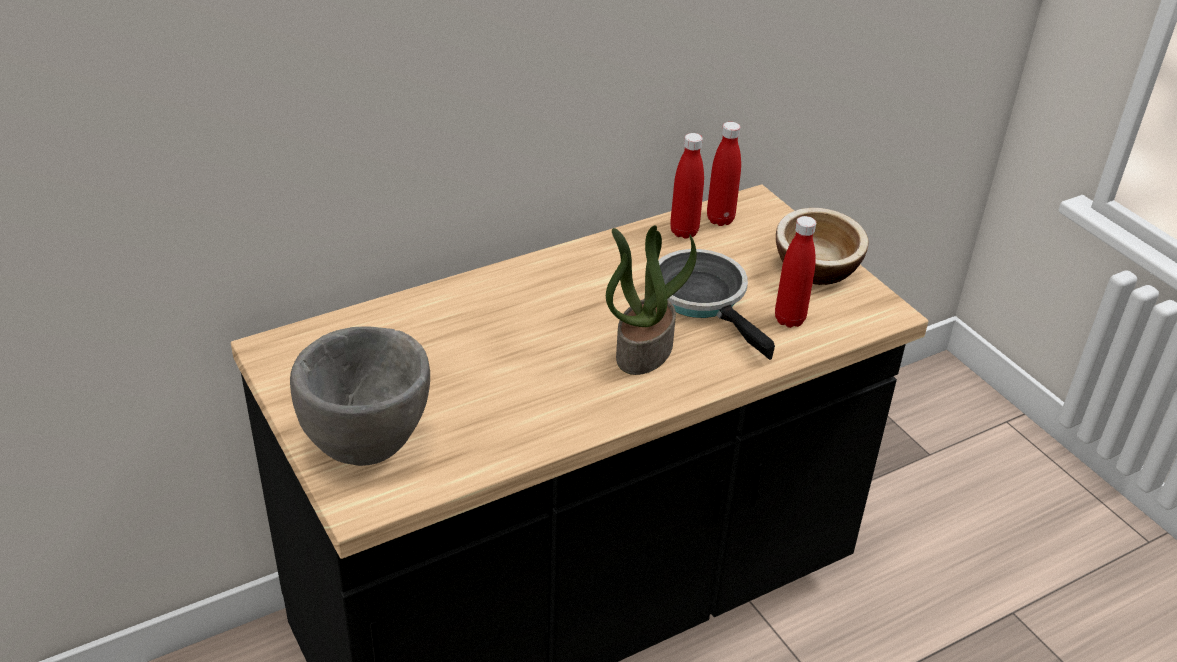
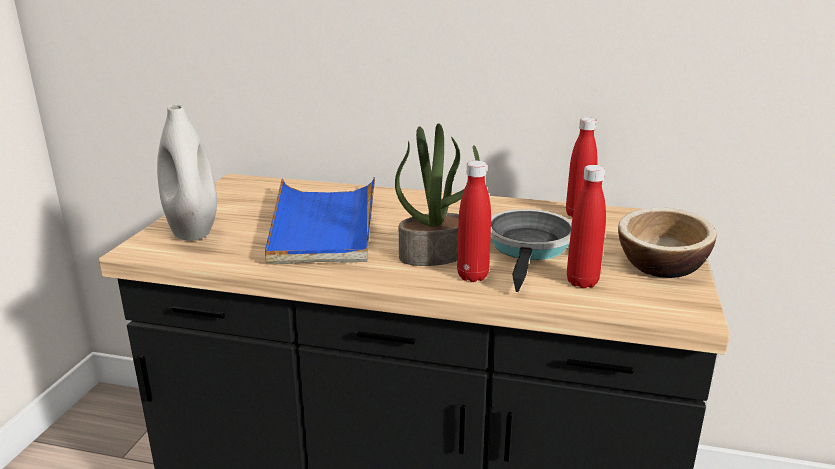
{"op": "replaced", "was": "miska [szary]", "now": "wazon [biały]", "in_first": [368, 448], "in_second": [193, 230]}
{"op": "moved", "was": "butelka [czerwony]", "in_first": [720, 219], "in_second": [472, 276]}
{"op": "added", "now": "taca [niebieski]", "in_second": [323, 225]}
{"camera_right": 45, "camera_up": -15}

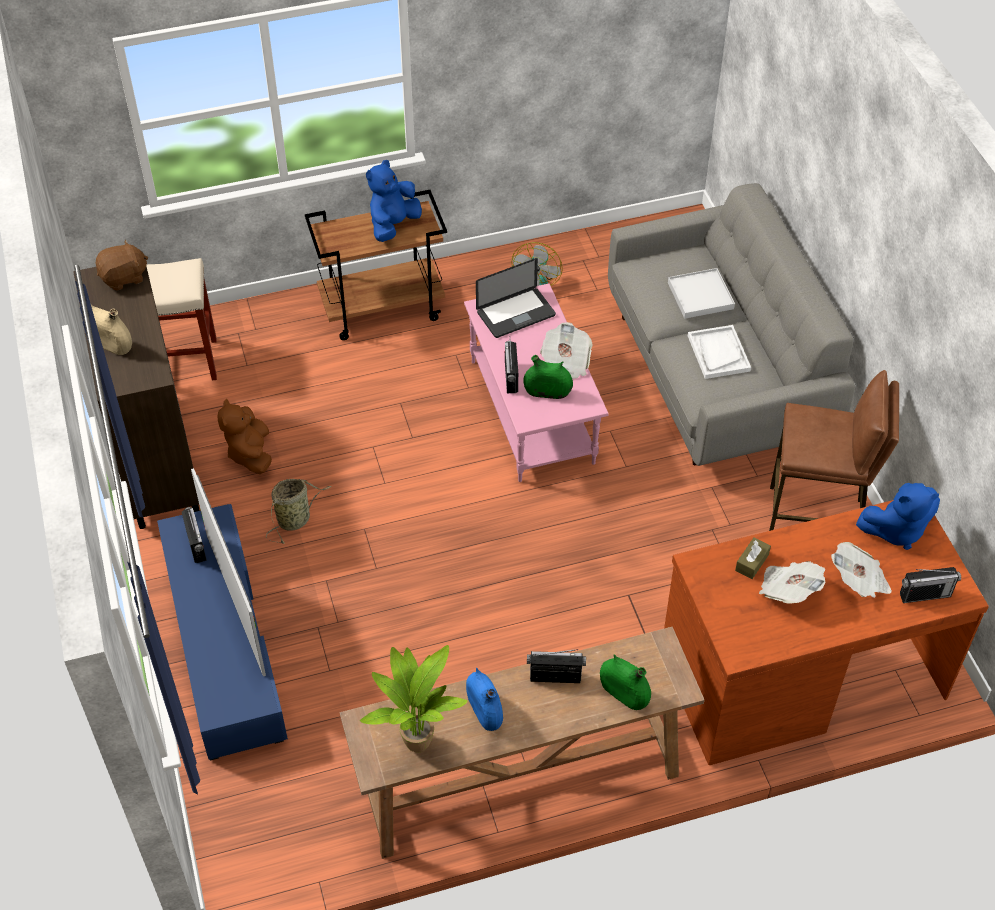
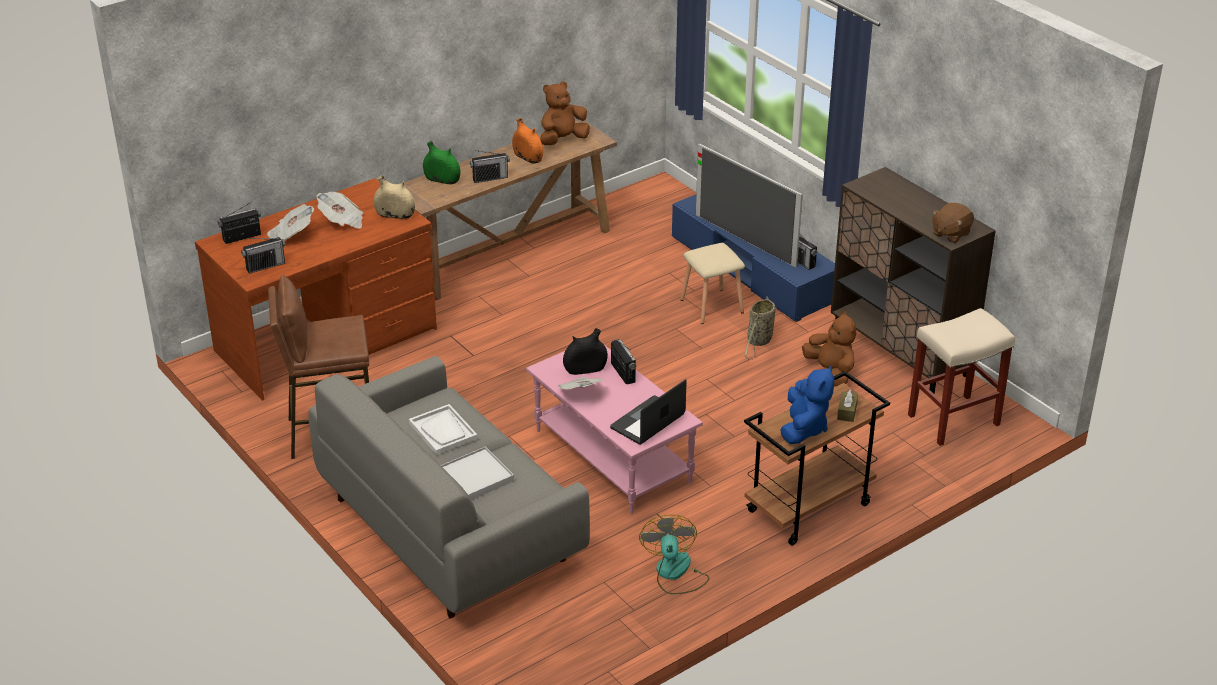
{"op": "moved", "was": "wazon [beżowy]", "in_first": [111, 344], "in_second": [395, 215]}
{"op": "replaced", "was": "roślina doniczkowa", "now": "pluszak [brązowy]", "in_first": [416, 740], "in_second": [562, 140]}
{"op": "recoloured", "was": "wazon [niebieski]", "now": "wazon [pomarańczowy]", "in_first": [484, 710], "in_second": [527, 157]}
{"op": "recoloured", "was": "wazon [zielony]", "now": "wazon [czarny]", "in_first": [547, 392], "in_second": [585, 369]}
{"op": "moved", "was": "pudełko chusteczek [brązowy]", "in_first": [752, 562], "in_second": [847, 411]}
{"op": "replaced", "was": "pluszak [niebieski]", "now": "radio", "in_first": [896, 530], "in_second": [265, 266]}
{"op": "added", "now": "stołek [beżowy]", "in_second": [713, 306]}
{"camera_right": 160, "camera_up": -15}

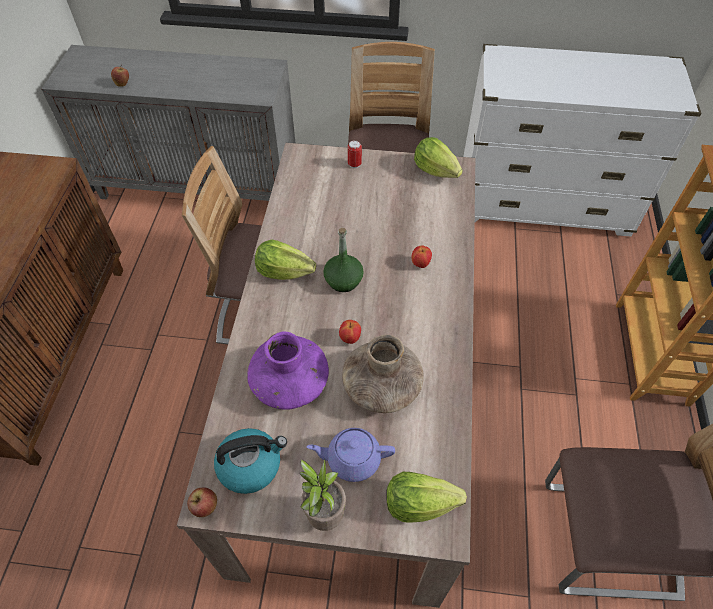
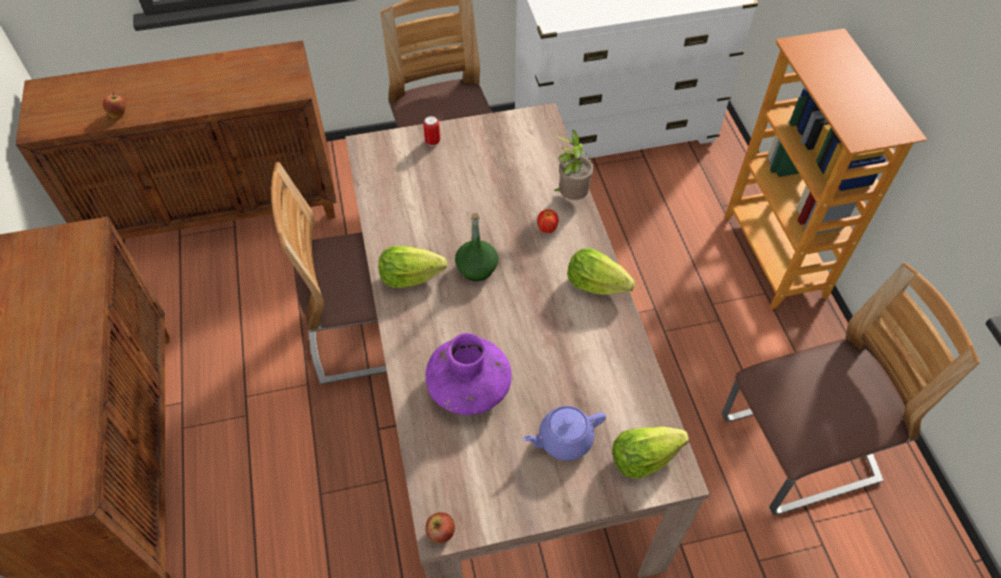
{"op": "recoloured", "was": "szafka [szary]", "now": "szafka [brązowy]", "in_first": [200, 186], "in_second": [219, 210]}
{"op": "removed", "was": "czajnik", "in_first": [251, 465]}
{"op": "moved", "was": "roślina doniczkowa", "in_first": [324, 514], "in_second": [571, 196]}
{"op": "removed", "was": "jabłko", "in_first": [350, 338]}
{"op": "removed", "was": "wazon [brązowy]", "in_first": [382, 386]}
{"op": "moved", "was": "sałata", "in_first": [435, 170], "in_second": [596, 284]}
{"camera_right": -20, "camera_up": 0}

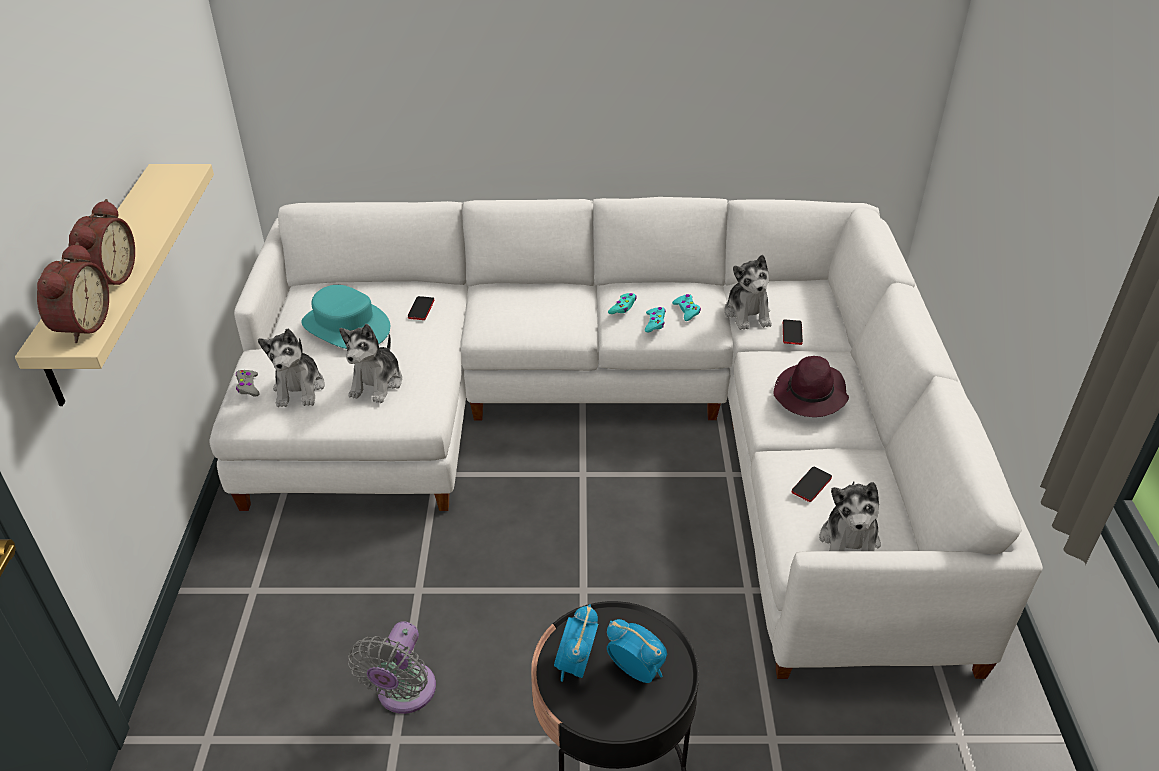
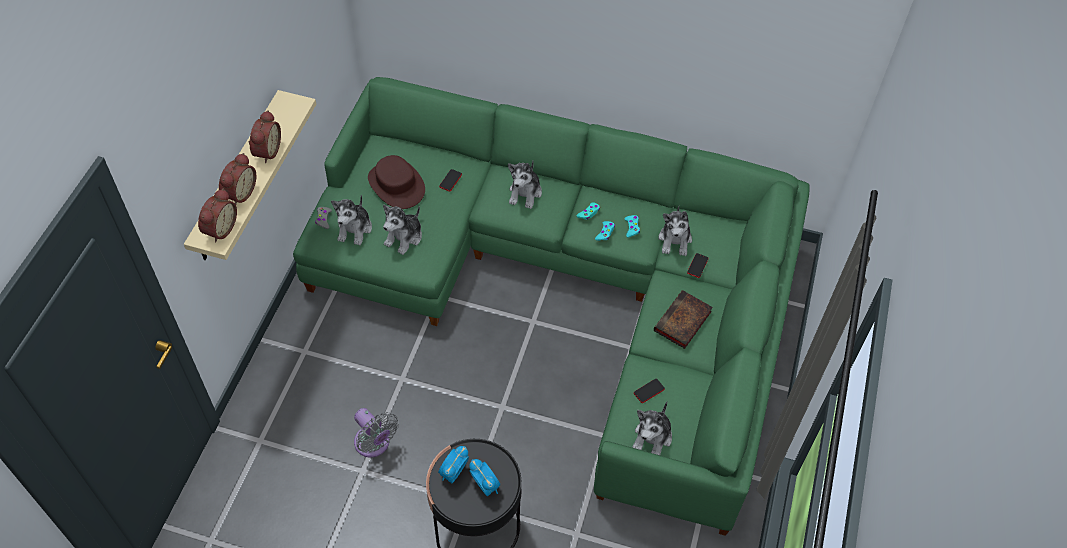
{"op": "recoloured", "was": "kanapa [biały]", "now": "kanapa [zielony]", "in_first": [616, 425], "in_second": [570, 288]}
{"op": "recoloured", "was": "kapelusz [turkusowy]", "now": "kapelusz [brązowy]", "in_first": [345, 327], "in_second": [396, 185]}
{"op": "turned", "was": "wentylator [szary]", "in_first": [403, 694], "in_second": [374, 444], "clockwise": -75}
{"op": "replaced", "was": "kapelusz [fioletowy]", "now": "książka", "in_first": [810, 395], "in_second": [682, 322]}
{"op": "added", "now": "budzik", "in_second": [266, 151]}
{"op": "added", "now": "pluszak", "in_second": [525, 193]}
{"camera_right": 15, "camera_up": 15}

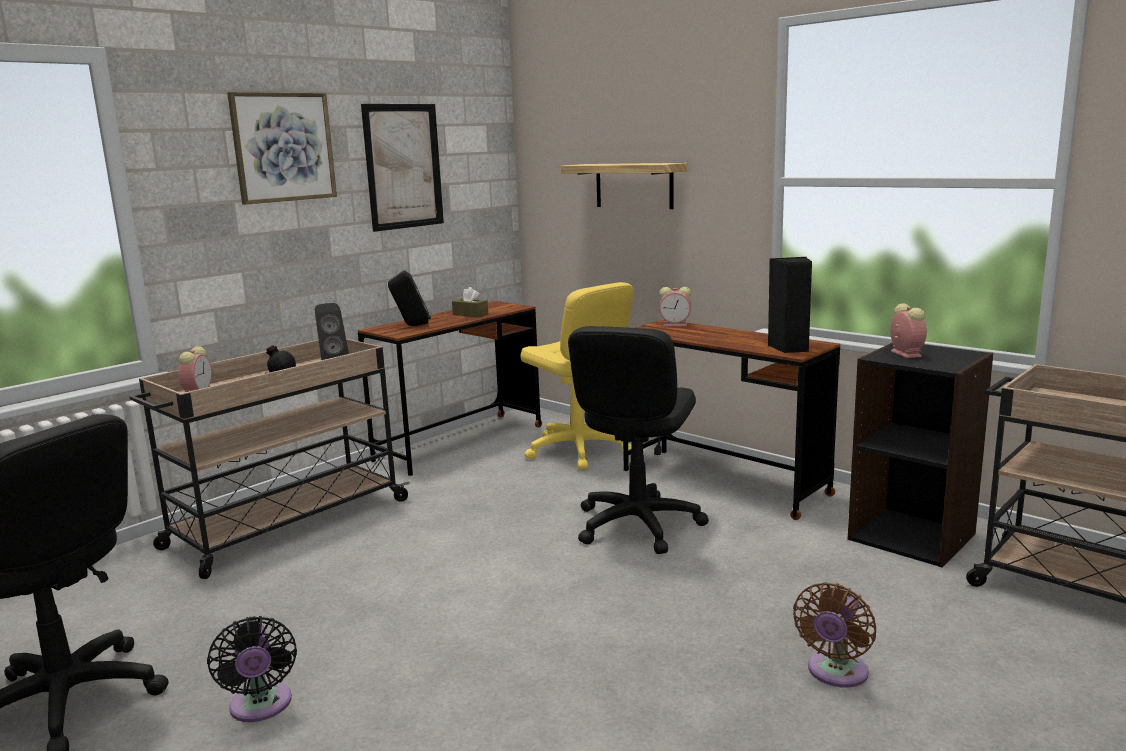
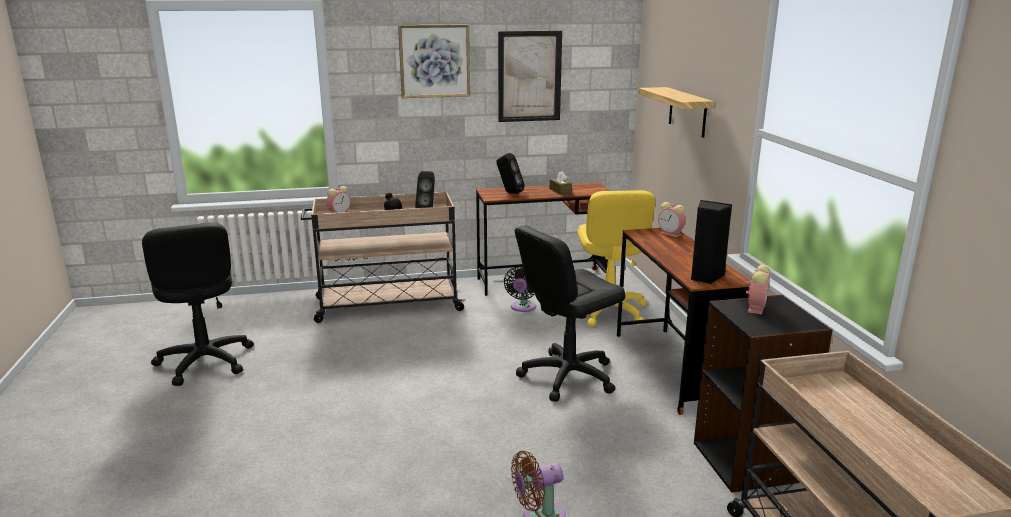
{"op": "moved", "was": "wentylator [czarny]", "in_first": [261, 707], "in_second": [522, 308]}
{"camera_right": 35, "camera_up": 5}

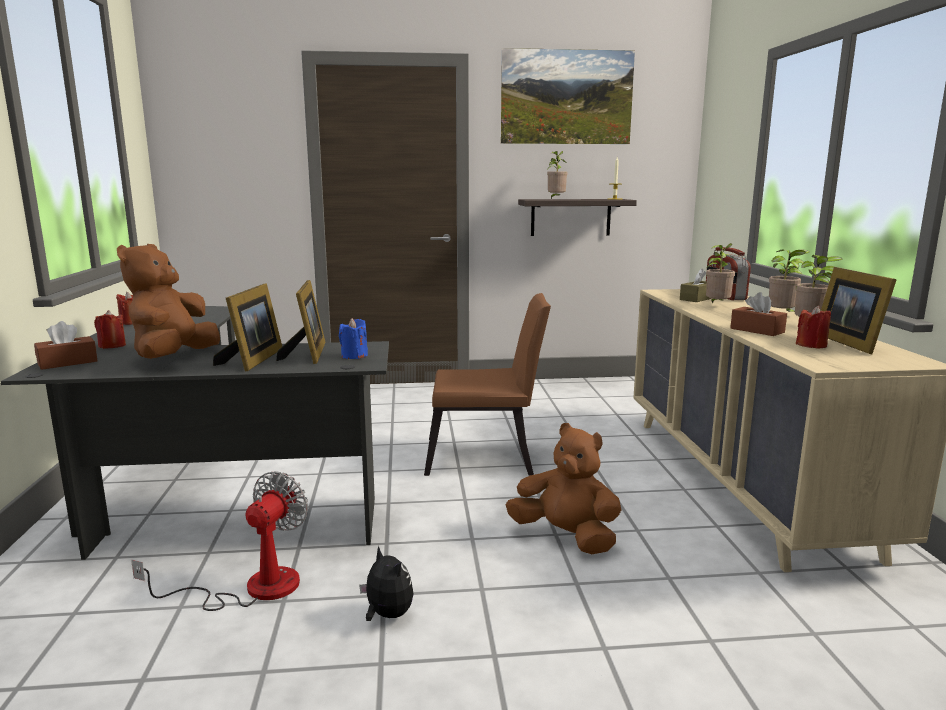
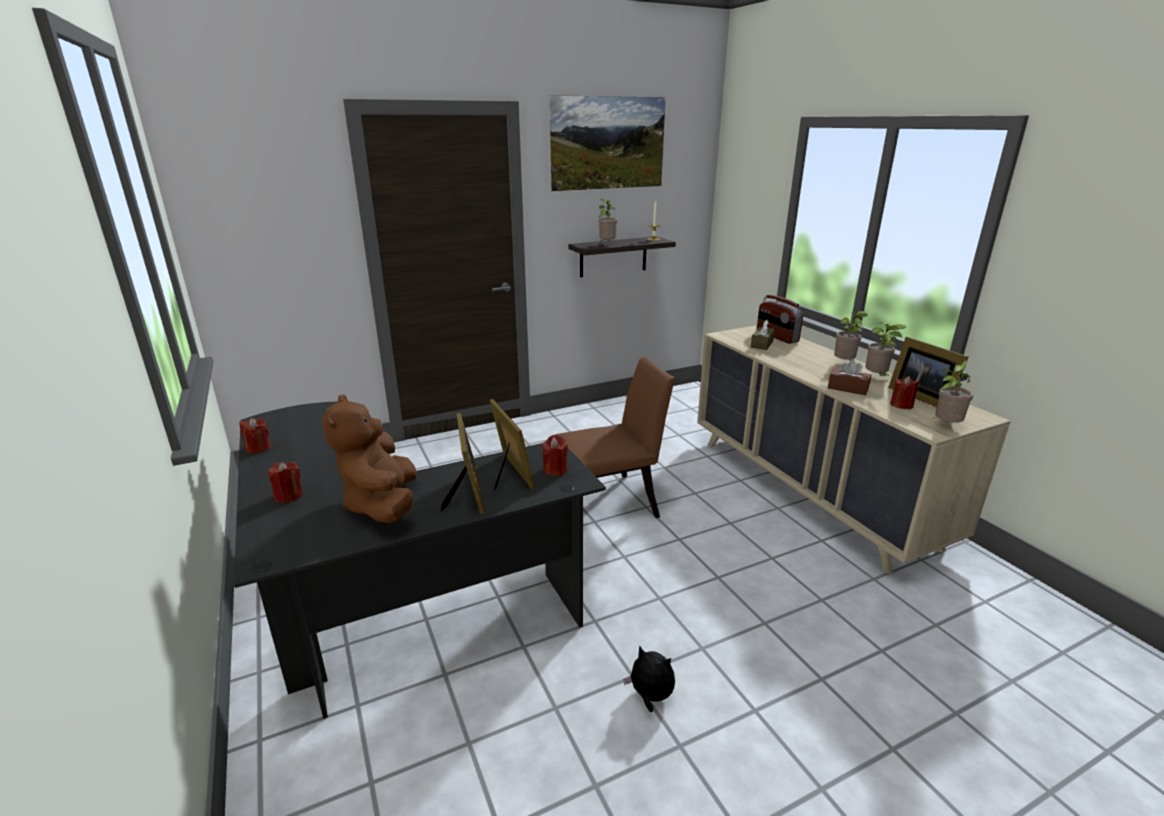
{"op": "removed", "was": "pudełko chusteczek [brązowy]", "in_first": [67, 362]}
{"op": "removed", "was": "wentylator", "in_first": [252, 588]}
{"op": "recoloured", "was": "świeca [niebieski]", "now": "świeca [czerwony]", "in_first": [354, 356], "in_second": [555, 469]}
{"op": "removed", "was": "pluszak [brązowy]", "in_first": [566, 537]}
{"op": "moved", "was": "roślina doniczkowa", "in_first": [717, 306], "in_second": [945, 426]}
{"camera_right": -20, "camera_up": 10}

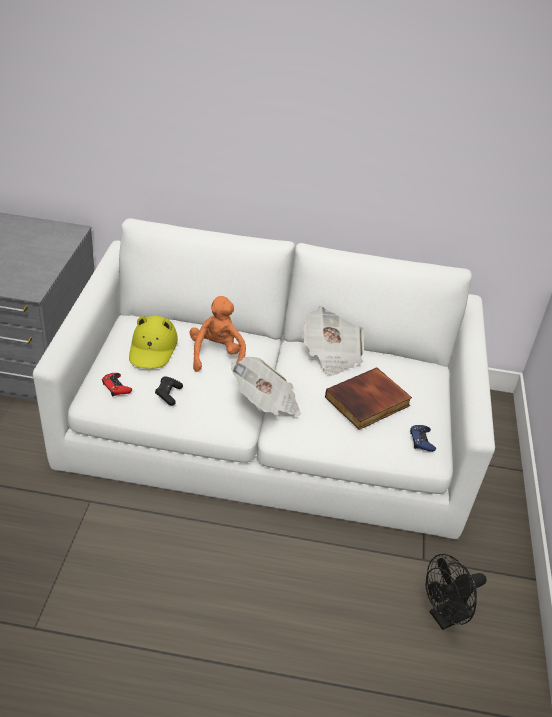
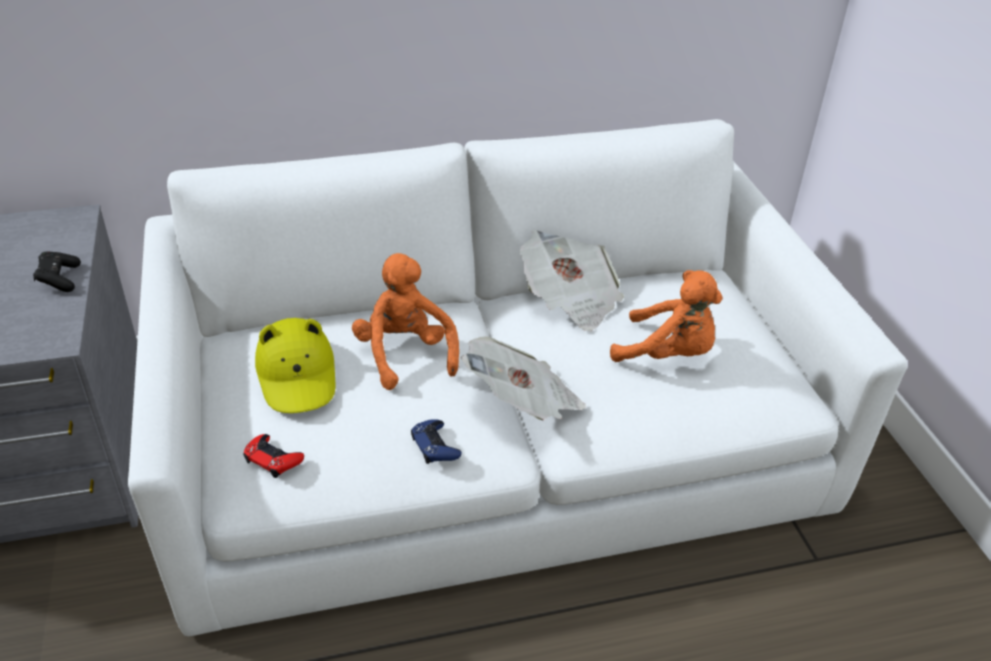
{"op": "moved", "was": "pad do gier [czarny]", "in_first": [168, 395], "in_second": [59, 279]}
{"op": "replaced", "was": "książka", "now": "pluszak [pomarańczowy]", "in_first": [368, 402], "in_second": [668, 354]}
{"op": "moved", "was": "pad do gier [niebieski]", "in_first": [421, 440], "in_second": [435, 446]}
{"op": "removed", "was": "wentylator [czarny]", "in_first": [445, 617]}
{"camera_right": -20, "camera_up": 0}

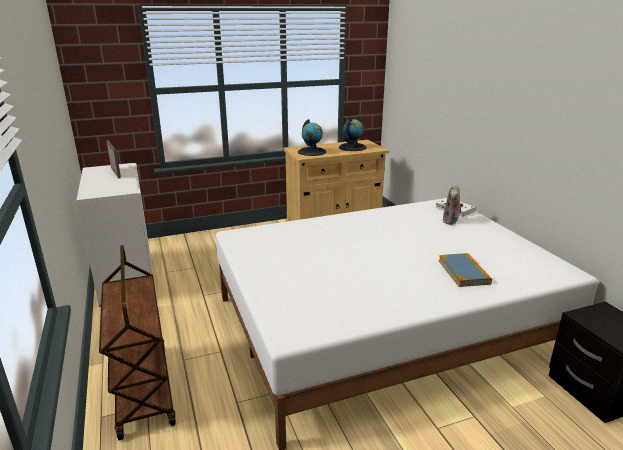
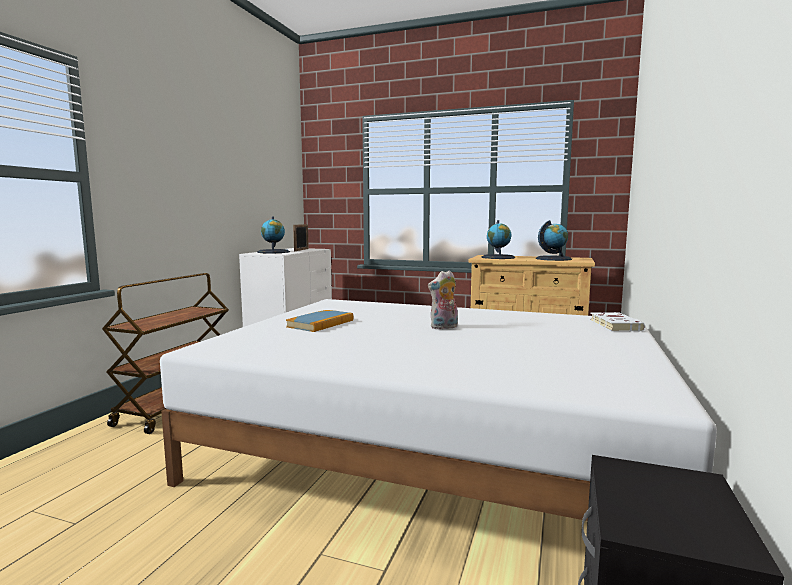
{"op": "moved", "was": "książka", "in_first": [463, 272], "in_second": [321, 323]}
{"op": "moved", "was": "pluszak", "in_first": [451, 221], "in_second": [444, 327]}
{"op": "added", "now": "globus", "in_second": [273, 252]}
{"camera_right": 40, "camera_up": -15}

